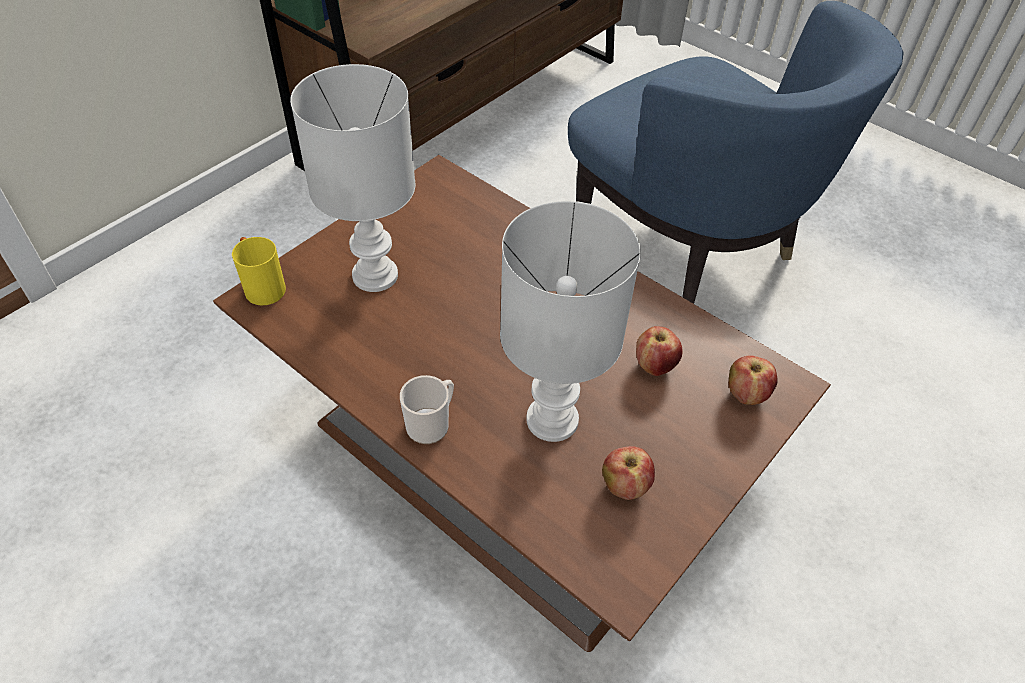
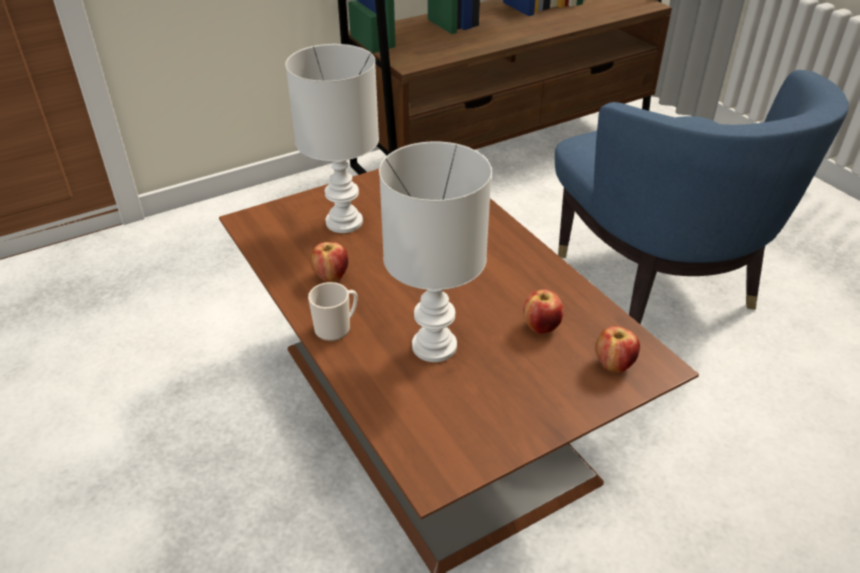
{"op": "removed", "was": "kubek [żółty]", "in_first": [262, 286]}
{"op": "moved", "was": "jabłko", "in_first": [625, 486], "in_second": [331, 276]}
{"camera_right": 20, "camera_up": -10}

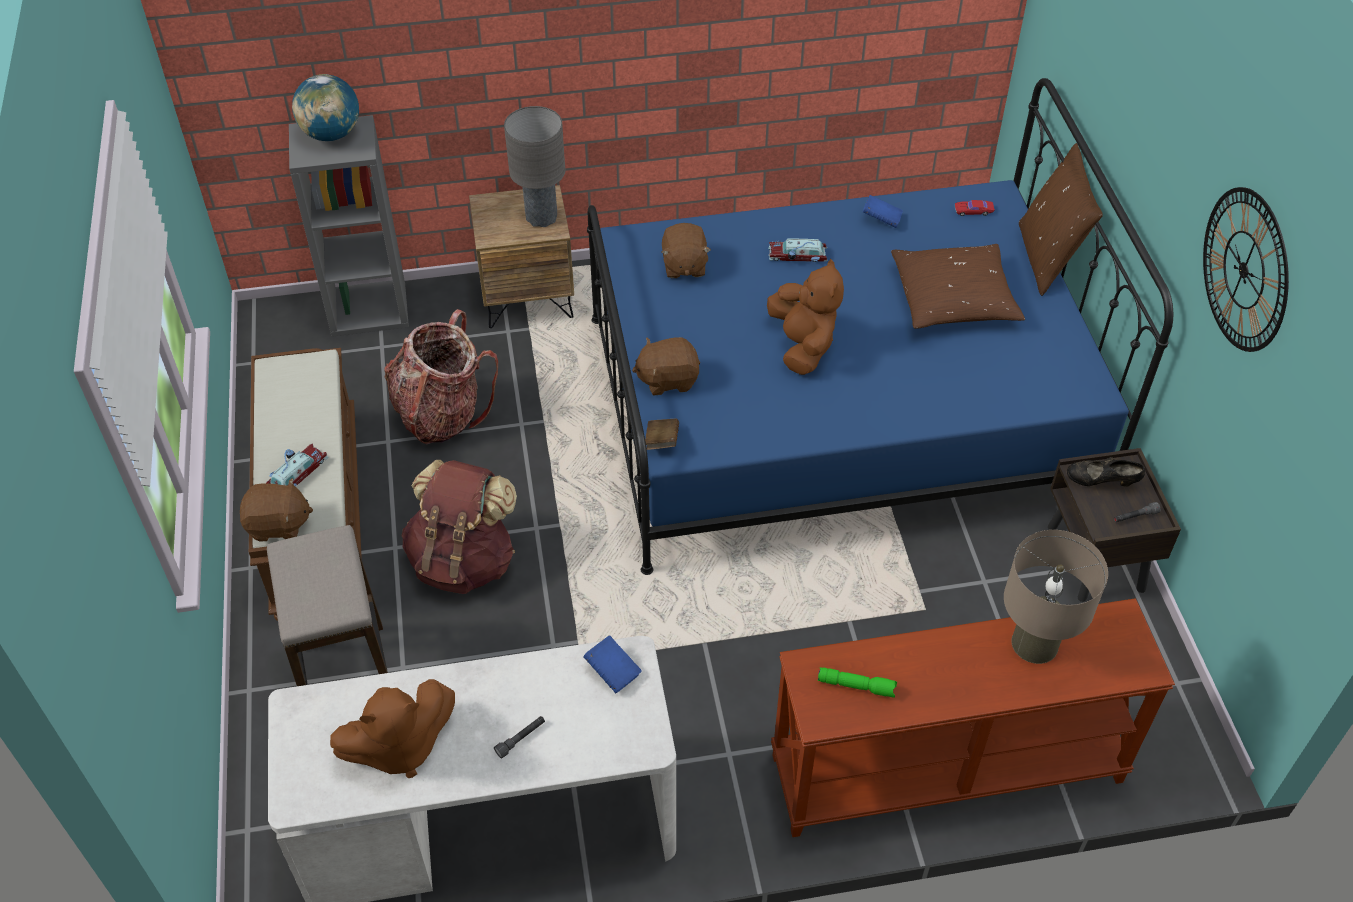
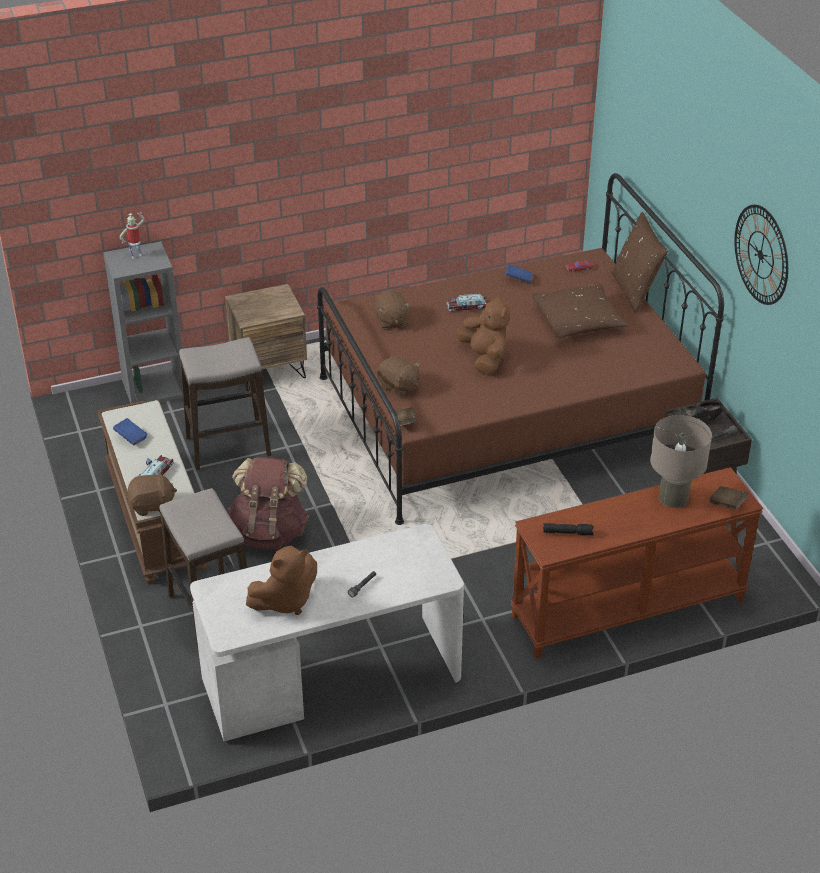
{"op": "replaced", "was": "globus", "now": "robot zabawkowy", "in_first": [331, 134], "in_second": [136, 255]}
{"op": "replaced", "was": "plecak", "now": "stołek", "in_first": [442, 413], "in_second": [228, 447]}
{"op": "removed", "was": "lampa stołowa [szary]", "in_first": [541, 217]}
{"op": "moved", "was": "książka [niebieski]", "in_first": [612, 671], "in_second": [131, 438]}
{"op": "recoloured", "was": "łóżko [niebieski]", "now": "łóżko [brązowy]", "in_first": [836, 408], "in_second": [506, 412]}
{"op": "turned", "was": "pluszak [brązowy]", "in_first": [667, 379], "in_second": [398, 387], "clockwise": -120}
{"op": "recoloured", "was": "latarka [zielony]", "now": "latarka [czarny]", "in_first": [857, 685], "in_second": [568, 532]}
{"op": "added", "now": "książka [brązowy]", "in_second": [727, 504]}
{"camera_right": -10, "camera_up": -10}

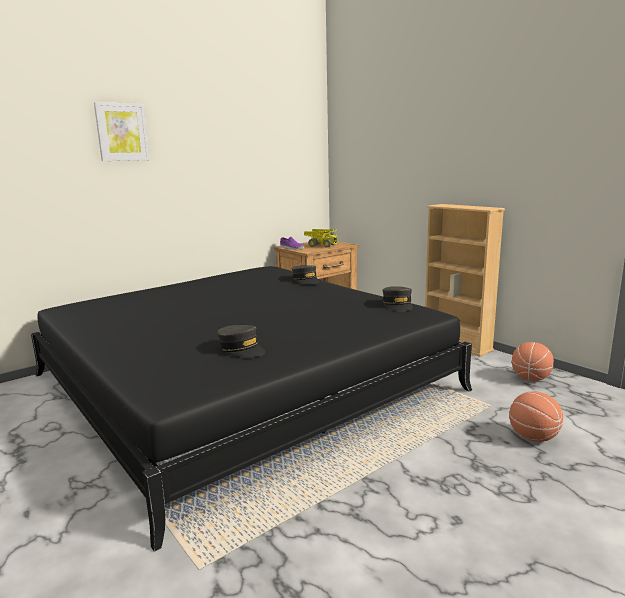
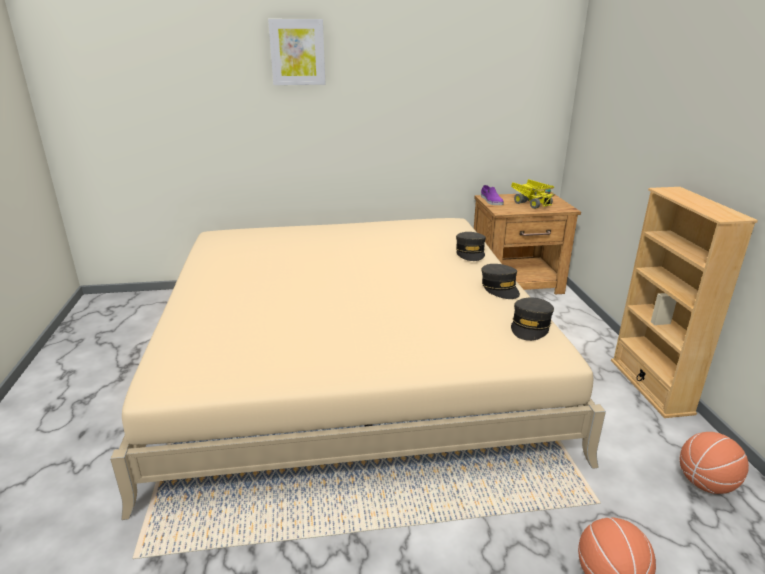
{"op": "recoloured", "was": "łóżko [czarny]", "now": "łóżko [beżowy]", "in_first": [240, 382], "in_second": [349, 356]}
{"op": "moved", "was": "czapka z daszkiem [szary]", "in_first": [241, 349], "in_second": [500, 288]}
{"camera_right": 30, "camera_up": 10}

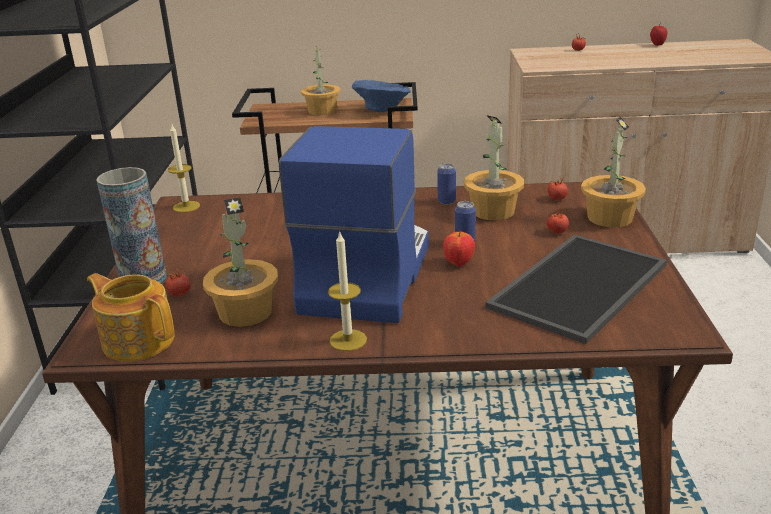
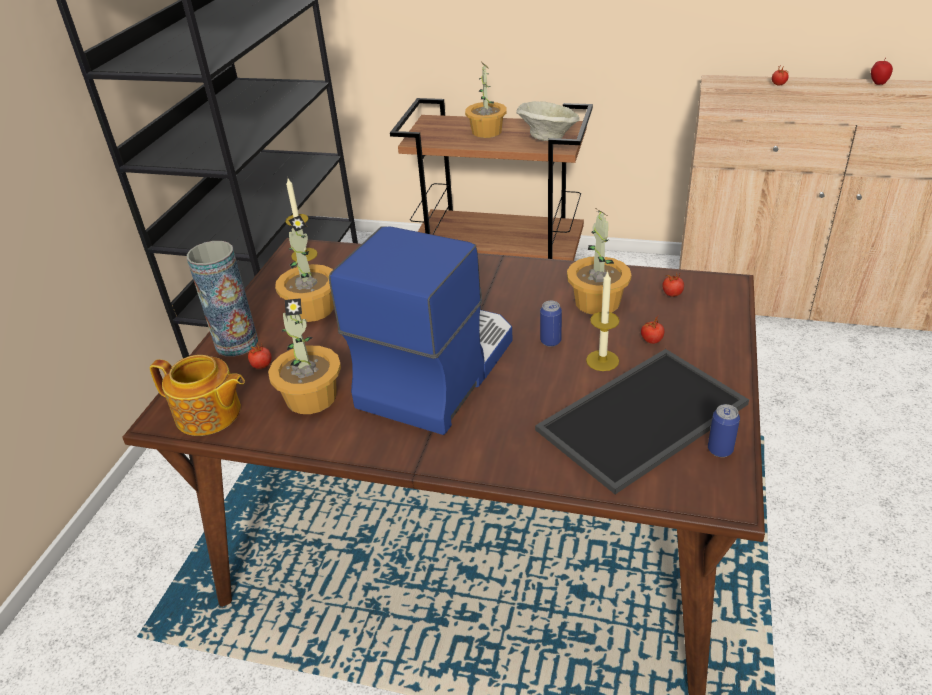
{"op": "turned", "was": "imbryk", "in_first": [138, 340], "in_second": [209, 414], "clockwise": 150}
{"op": "moved", "was": "świeca", "in_first": [348, 340], "in_second": [602, 360]}
{"op": "recoloured", "was": "miska [niebieski]", "now": "miska [beżowy]", "in_first": [382, 111], "in_second": [548, 138]}
{"op": "moved", "was": "puszka", "in_first": [446, 201], "in_second": [720, 450]}
{"op": "removed", "was": "jabłko", "in_first": [458, 263]}
{"op": "moved", "was": "roślina doniczkowa", "in_first": [609, 217], "in_second": [312, 308]}
{"camera_right": 15, "camera_up": 10}

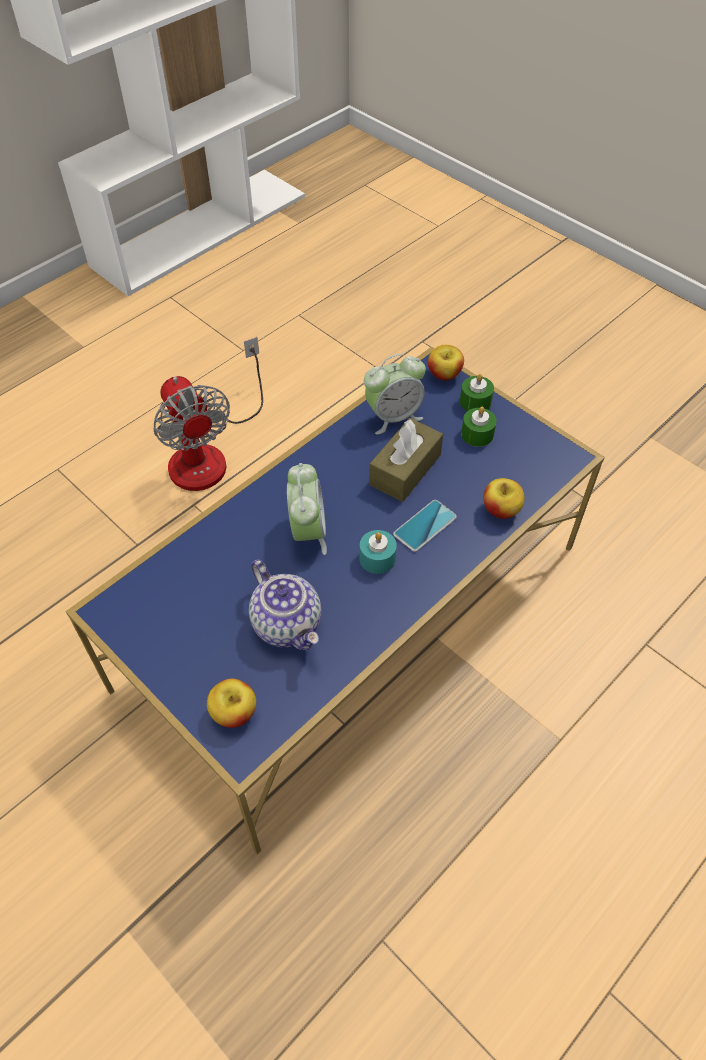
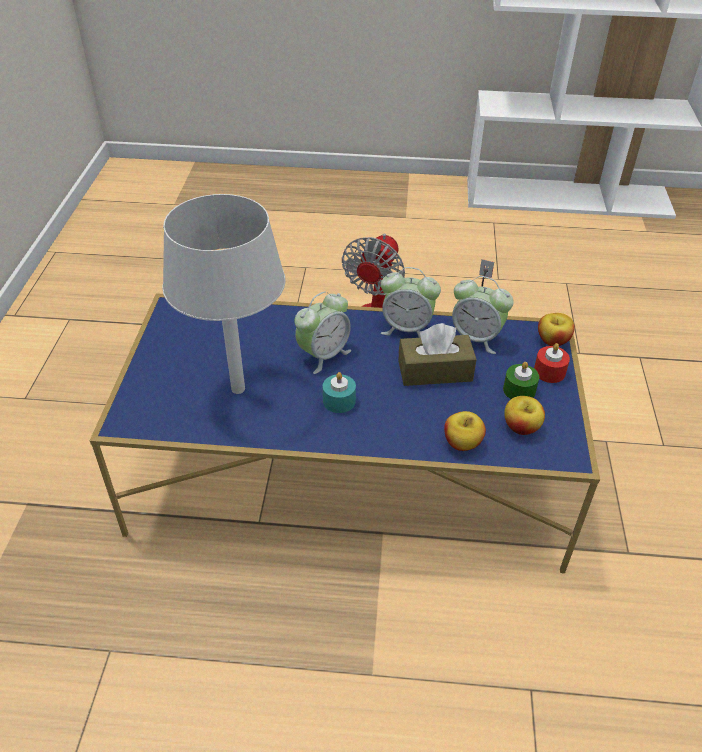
{"op": "moved", "was": "jabłko", "in_first": [234, 712], "in_second": [521, 427]}
{"op": "replaced", "was": "imbryk", "now": "lampa stołowa [szary]", "in_first": [288, 624], "in_second": [238, 389]}
{"op": "removed", "was": "telefon", "in_first": [425, 526]}
{"op": "recoloured", "was": "świeca [zielony]", "now": "świeca [czerwony]", "in_first": [475, 402], "in_second": [549, 372]}
{"op": "added", "now": "budzik", "in_second": [407, 329]}
{"camera_right": 50, "camera_up": -10}

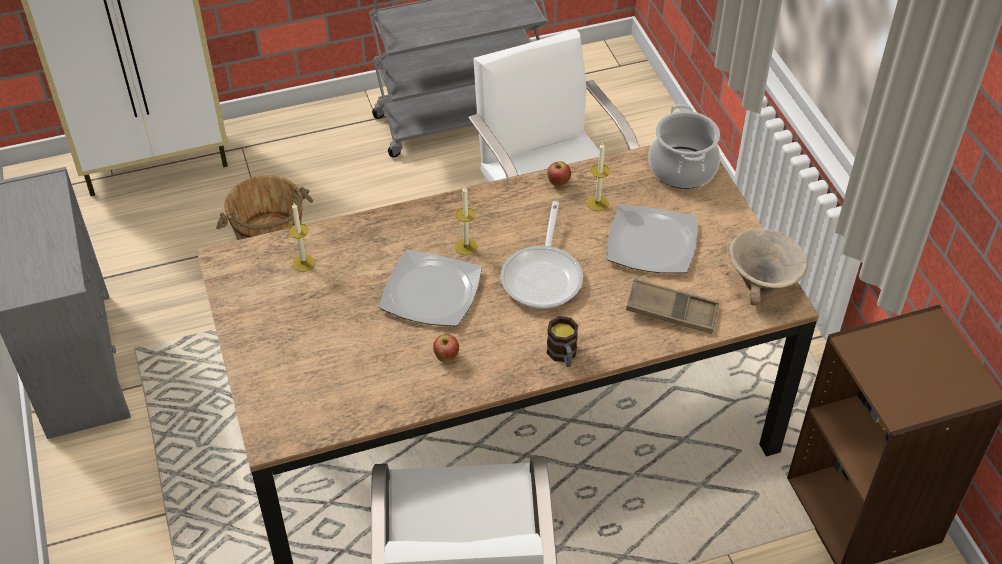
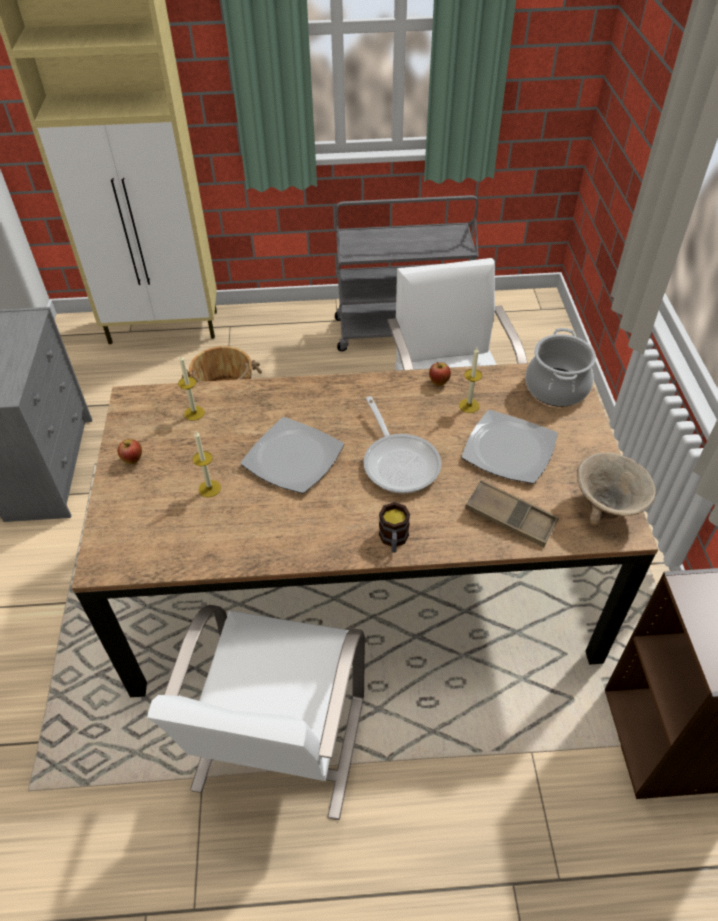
{"op": "moved", "was": "jabłko", "in_first": [446, 357], "in_second": [133, 460]}
{"op": "moved", "was": "świeca", "in_first": [466, 247], "in_second": [209, 488]}
{"op": "turned", "was": "patelnia", "in_first": [543, 276], "in_second": [399, 462], "clockwise": -45}
{"camera_right": 15, "camera_up": 0}

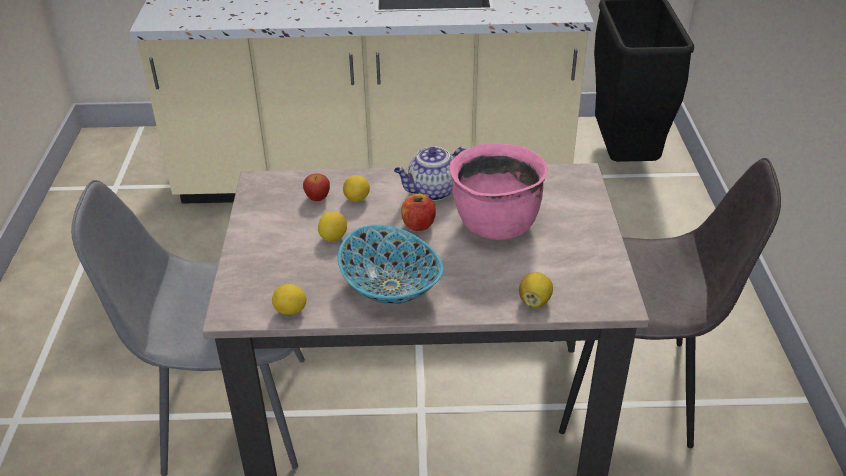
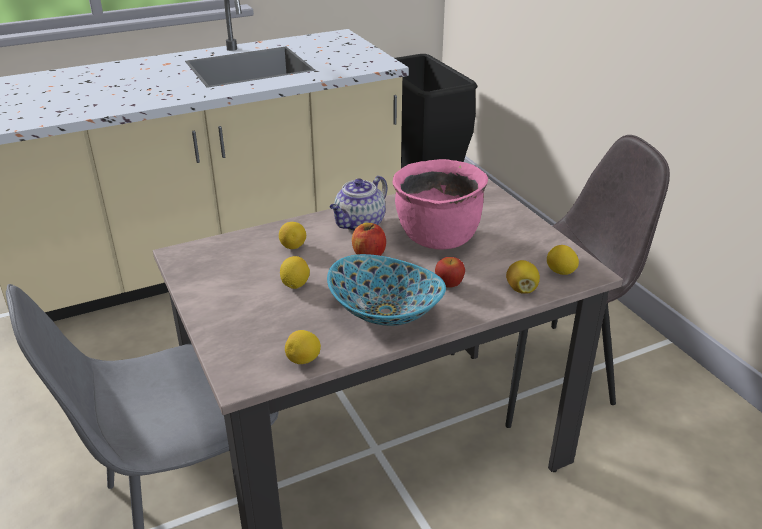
{"op": "moved", "was": "jabłko", "in_first": [317, 198], "in_second": [449, 284]}
{"op": "added", "now": "cytryna", "in_second": [560, 272]}
{"camera_right": -25, "camera_up": -5}

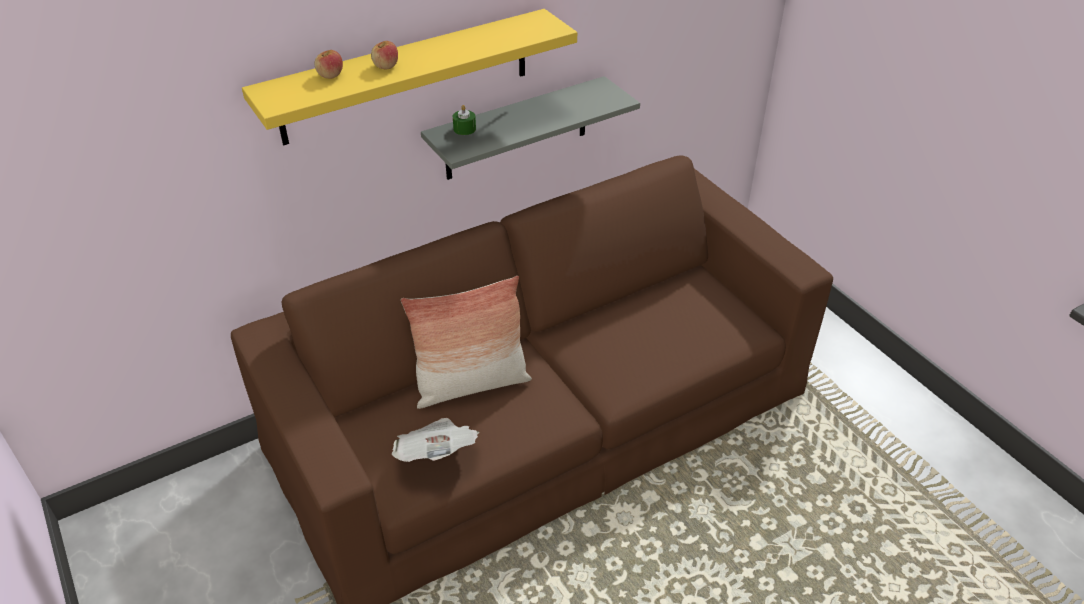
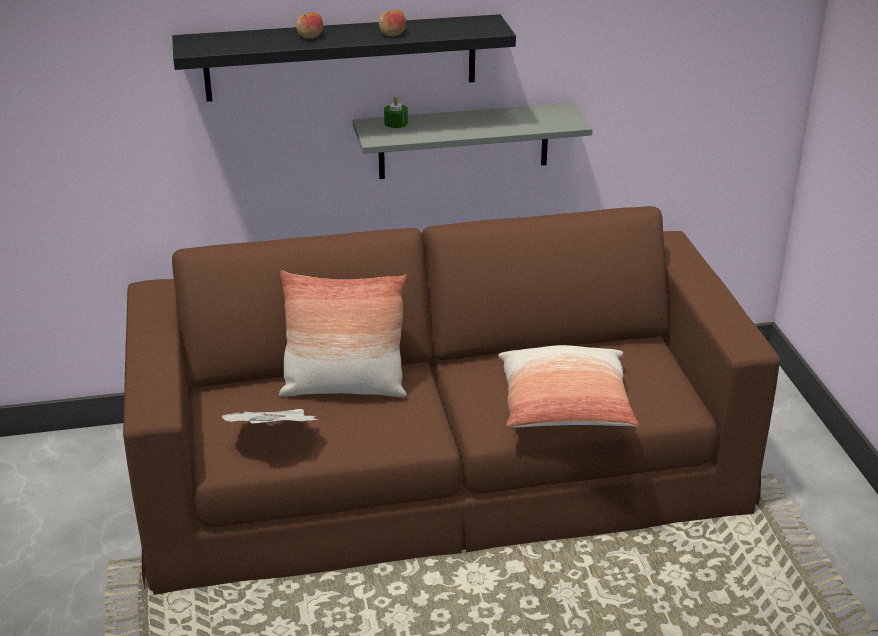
{"op": "recoloured", "was": "półka [żółty]", "now": "półka [czarny]", "in_first": [406, 77], "in_second": [341, 58]}
{"op": "moved", "was": "jabłko", "in_first": [330, 75], "in_second": [392, 34]}
{"op": "added", "now": "poduszka", "in_second": [565, 408]}
{"camera_right": 20, "camera_up": -10}

